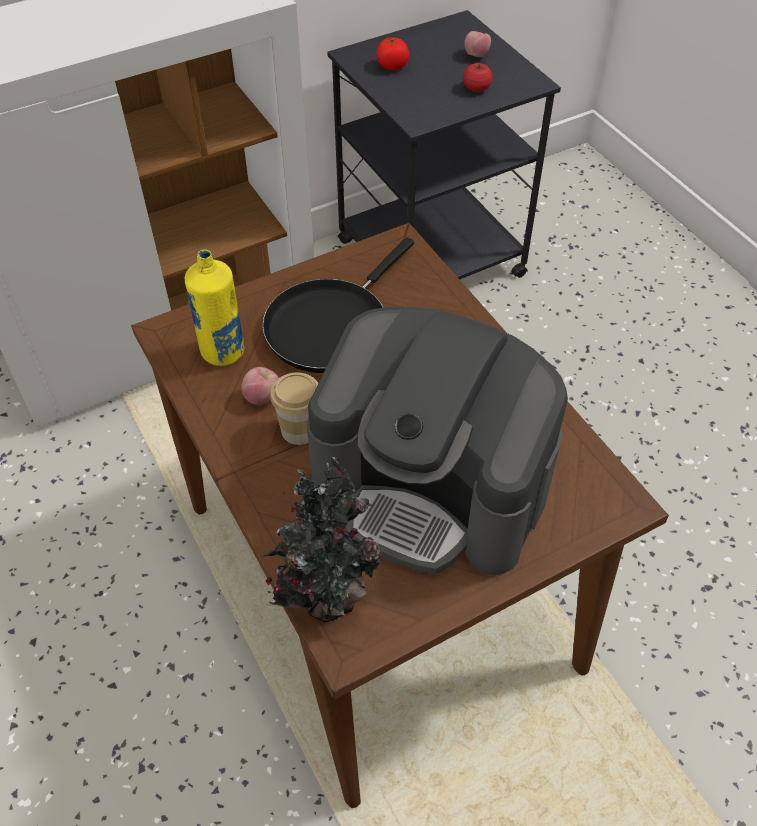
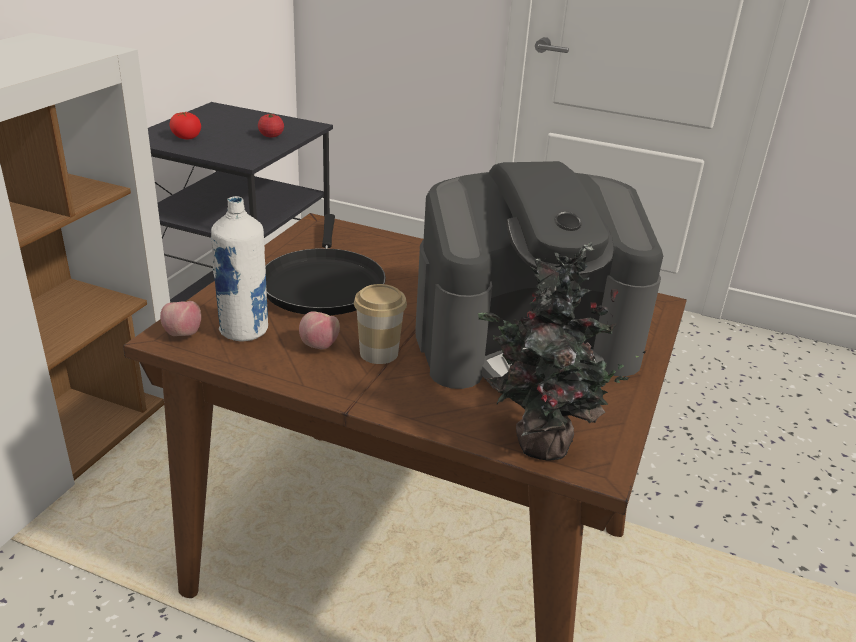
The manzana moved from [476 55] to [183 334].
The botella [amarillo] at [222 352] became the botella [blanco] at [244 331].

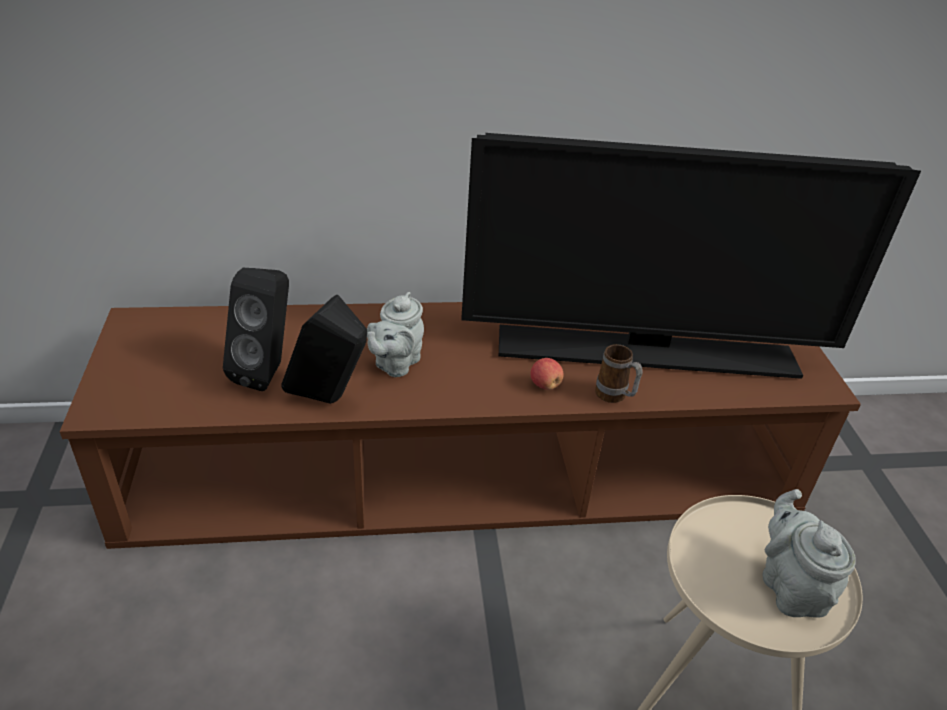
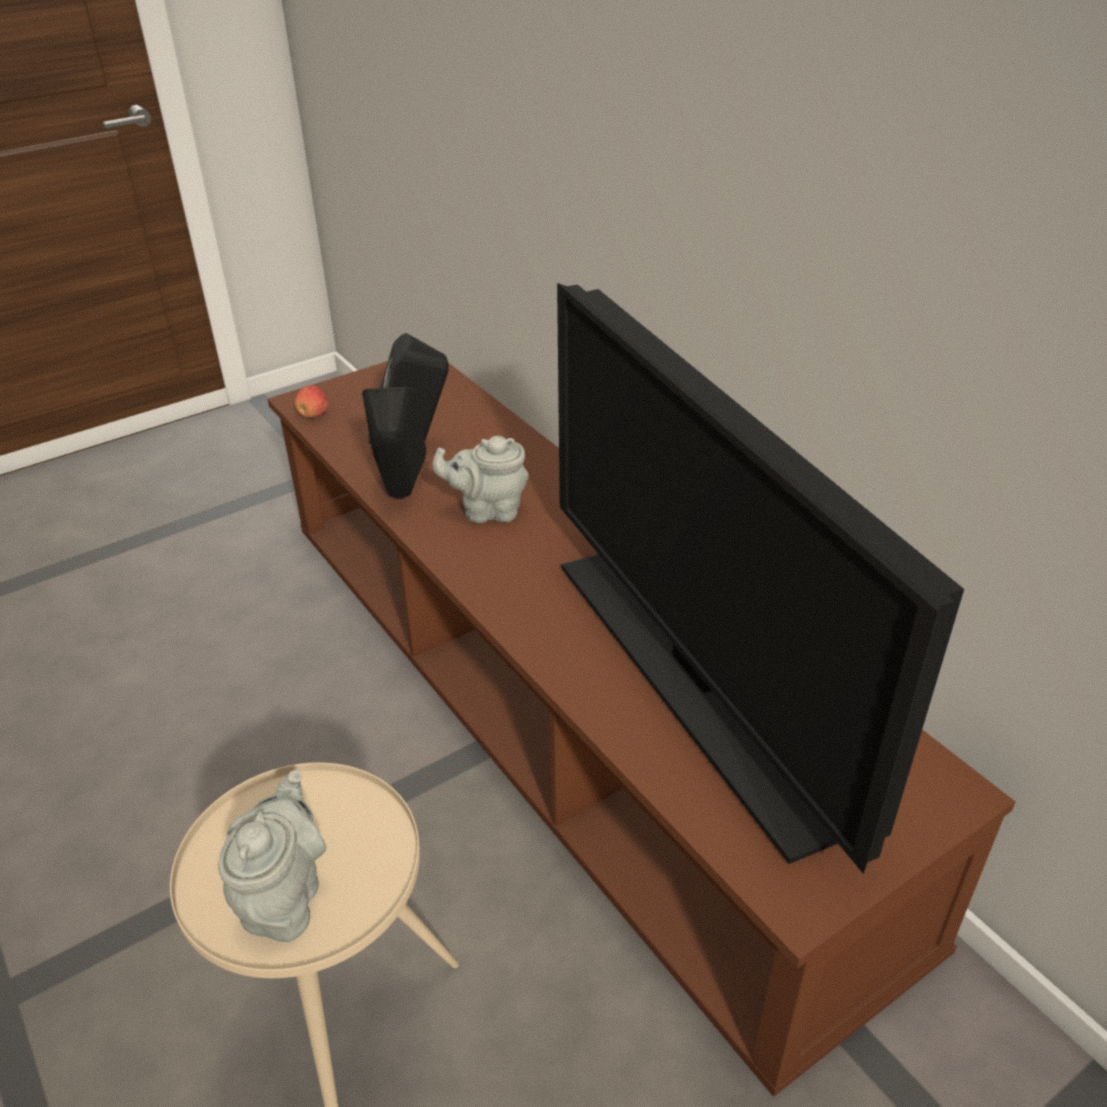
The taza grande at [615 397] disappeared.
The manzana moved from [545 385] to [313 414].
The tetera [gris] at [790 587] turned 45 degrees counterclockwise.

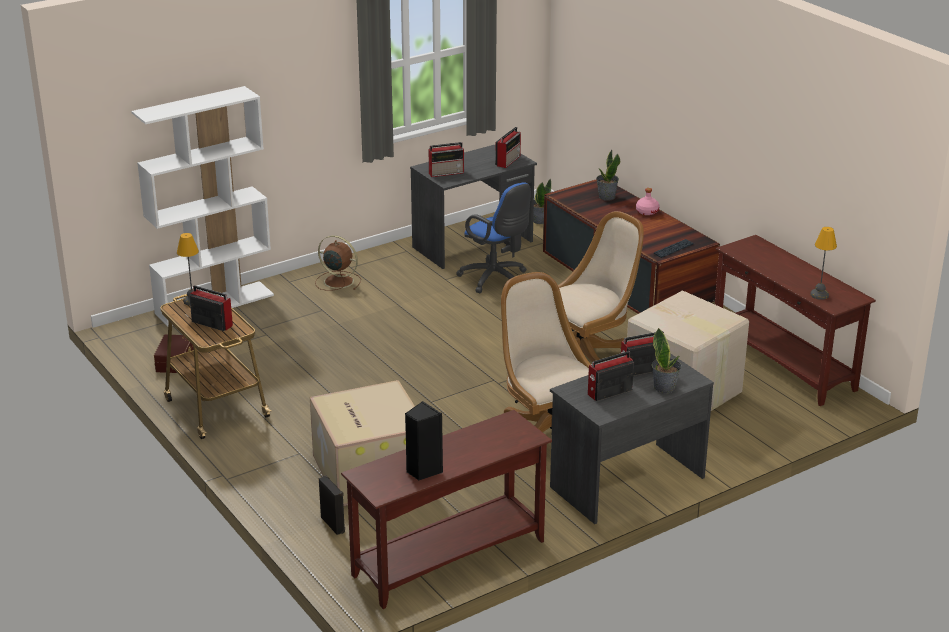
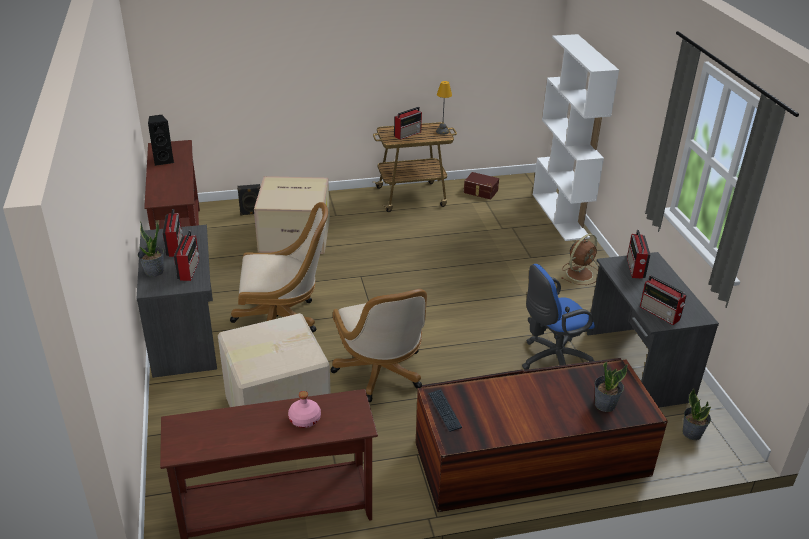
The lámpara de mesa at [819 294] disappeared.
The botella [rosa] moved from [647 211] to [305 419].

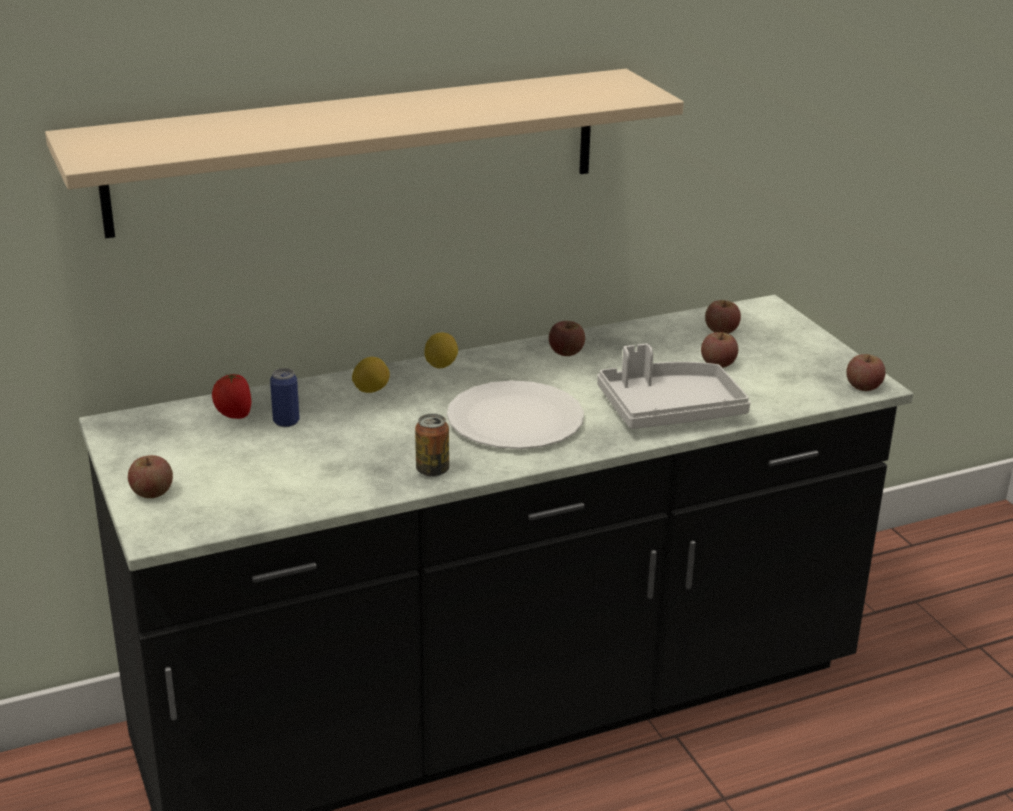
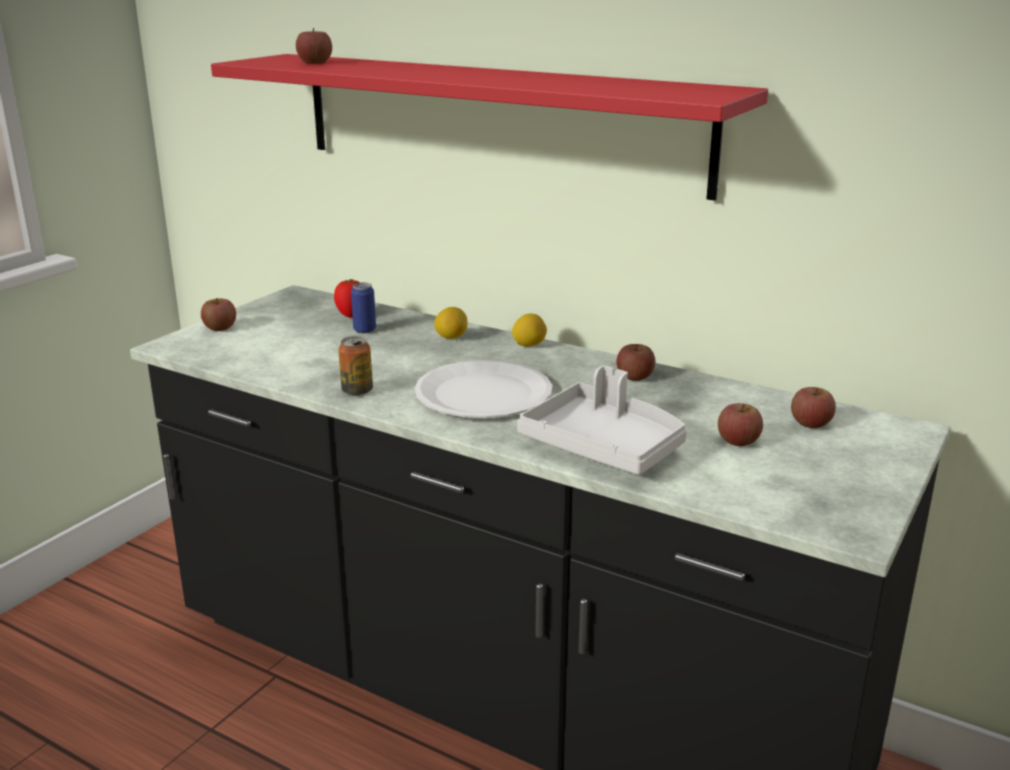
The manzana moved from [863 386] to [315 62].
The estante [beis] at [358 150] became the estante [rojo] at [496 121].

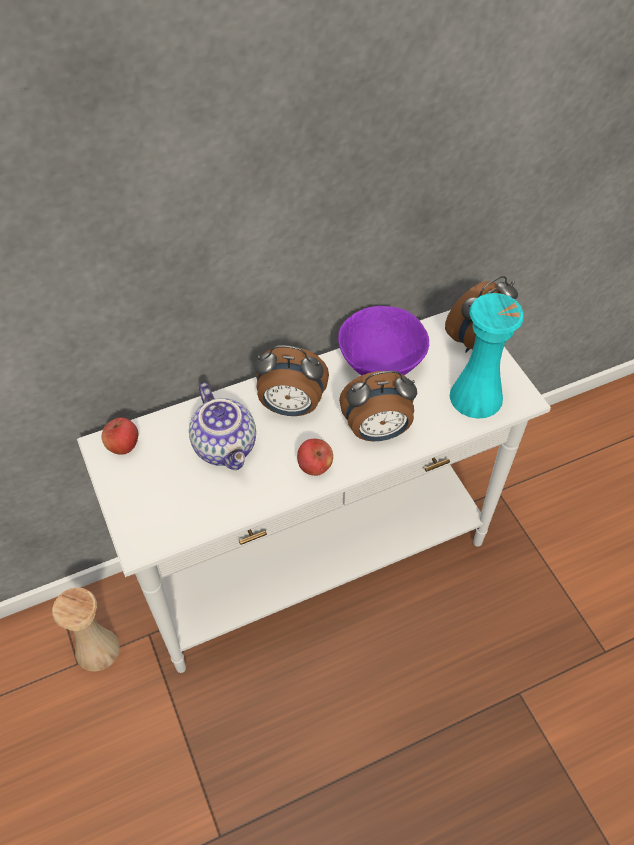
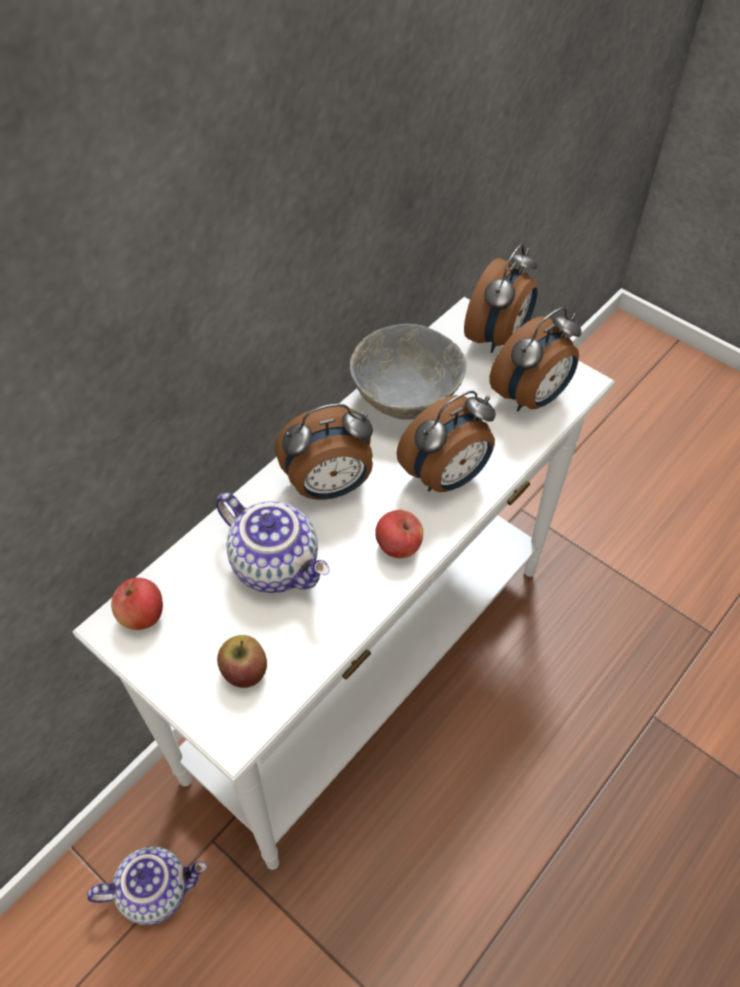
The manzana at [244 671] appeared.
The florero [beis] at [97 649] was replaced by the tetera at [156 889].
The florero [turquesa] at [476 397] was replaced by the despertador at [531 398].
The cuenco [morado] at [381 364] became the cuenco [gris] at [405 398].

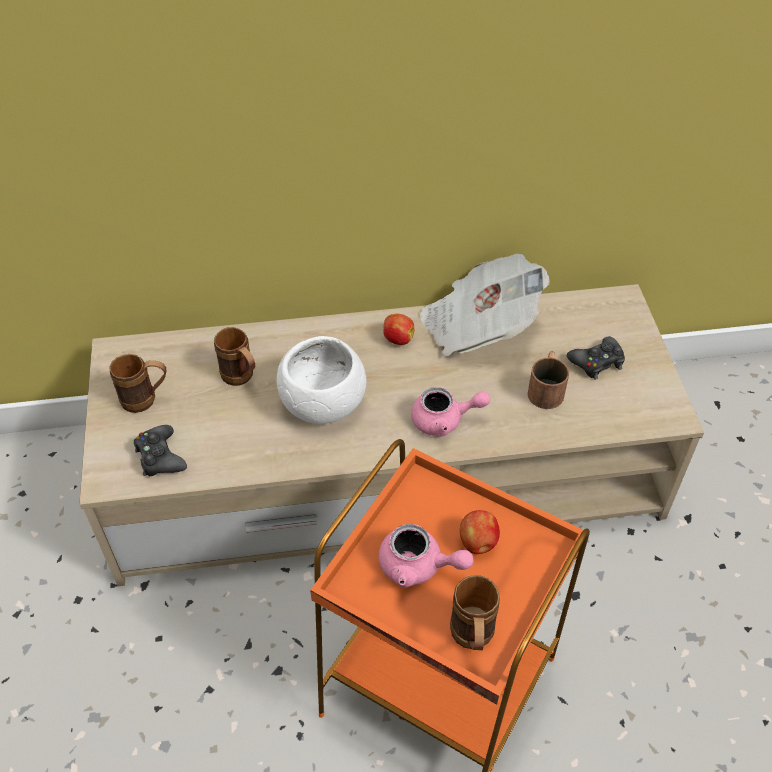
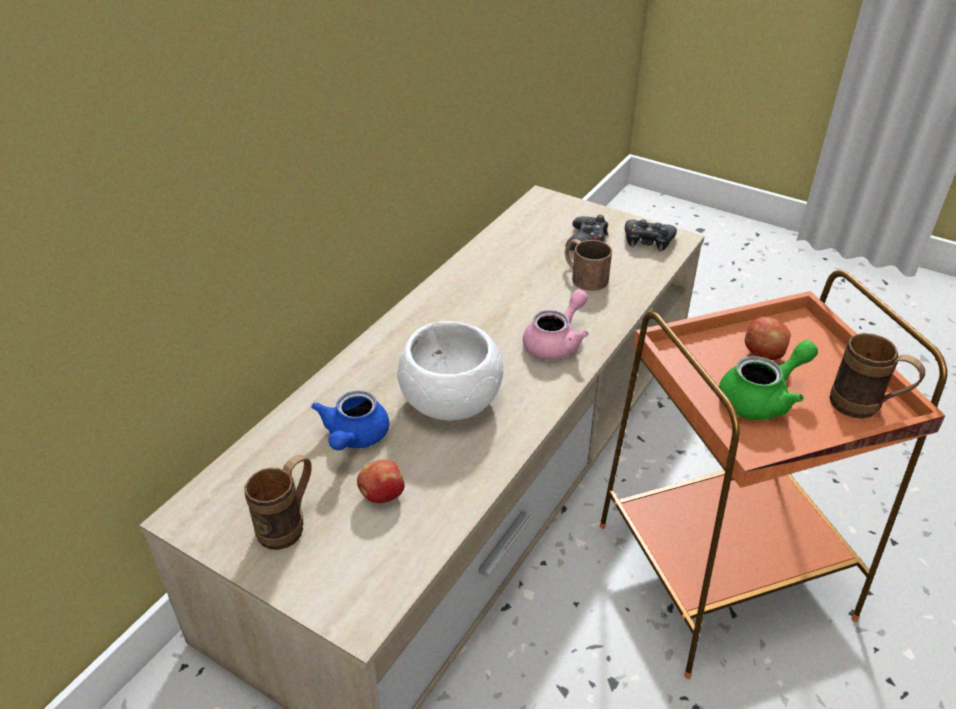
The periódico at [478 326] disappeared.
The mando de consola [negro] moved from [160 457] to [648 241].
The manzana moved from [397 339] to [381 495].
The taza grande [marrón] at [241 379] was replaced by the tetera [azul] at [354 437].
The tetera [rosa] at [418 566] became the tetera [verde] at [762 399].

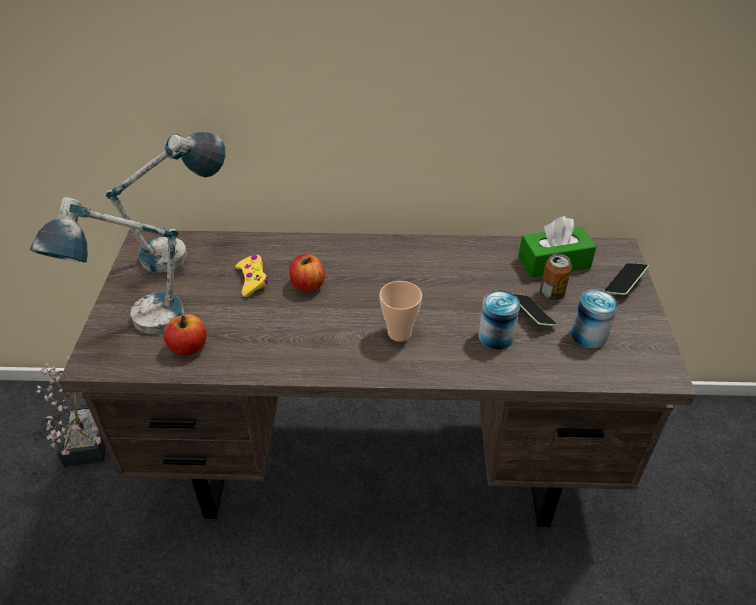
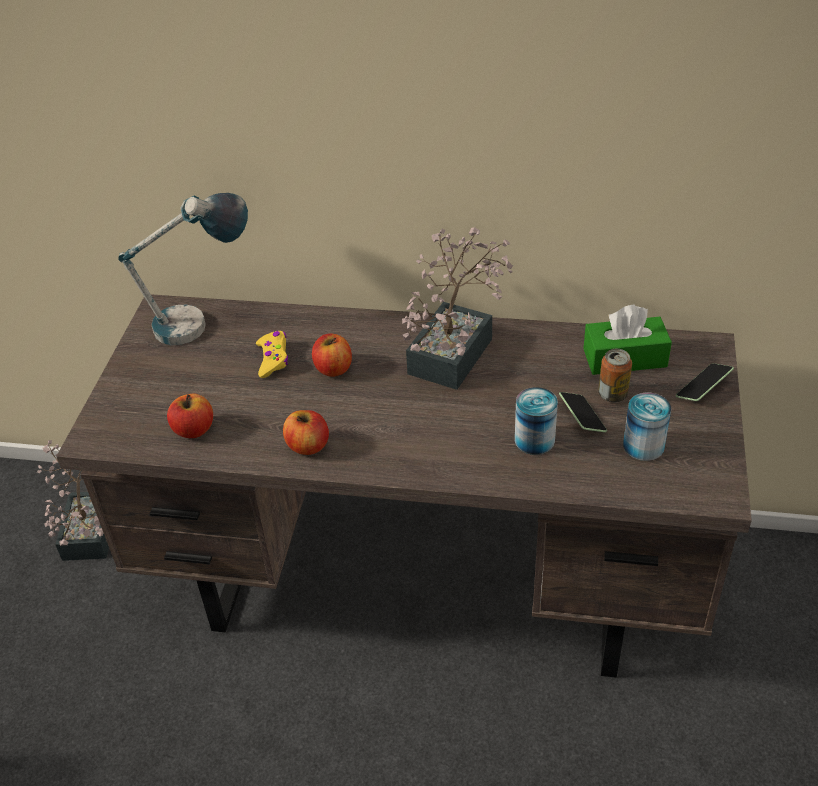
The lámpara de mesa at [137 326] disappeared.
The taza at [399 333] disappeared.
The manzana at [308 446] appeared.
The planta en maceta at [456 349] appeared.

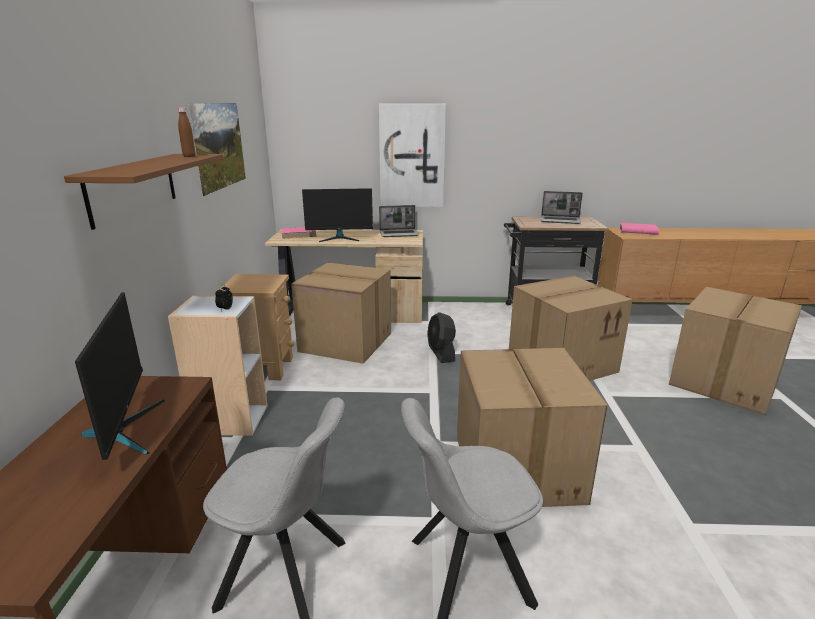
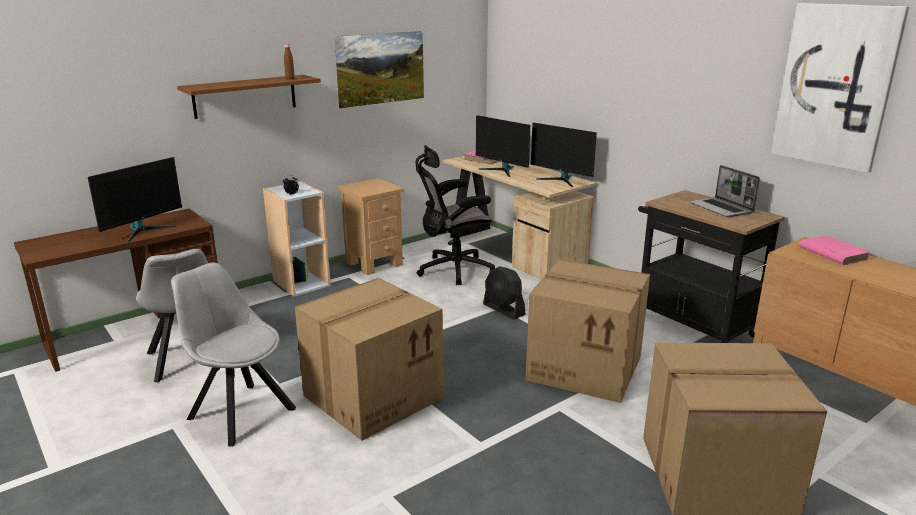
The cuadro moved from [412 156] to [836 86].
The caja de cartón at [344 342] was replaced by the silla de oficina at [455 270].
The portátil at [399 234] was replaced by the monitor at [561 180].
The ventilador [negro] at [441 353] turned 75 degrees counterclockwise.

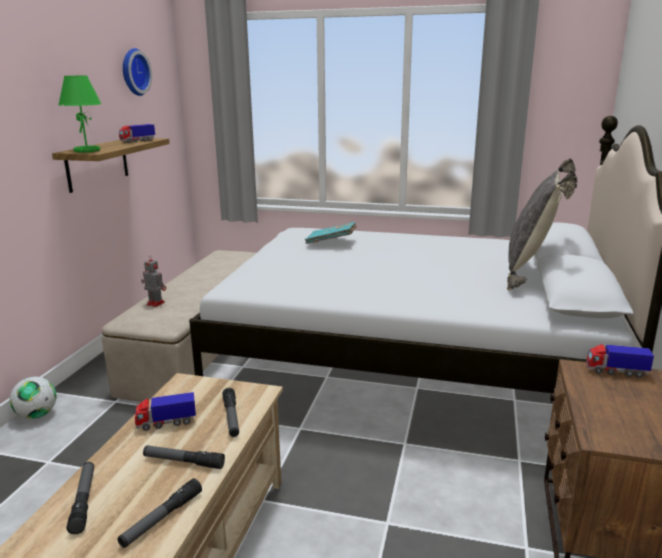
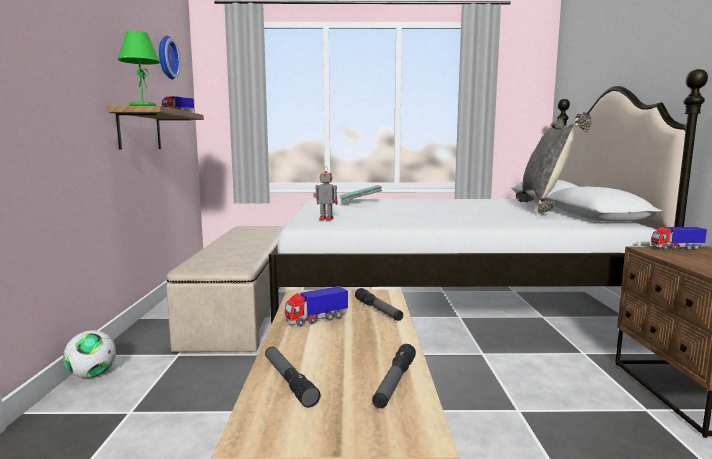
The linterna at [183 462] disappeared.
The robot de juguete moved from [155 303] to [325 219].

